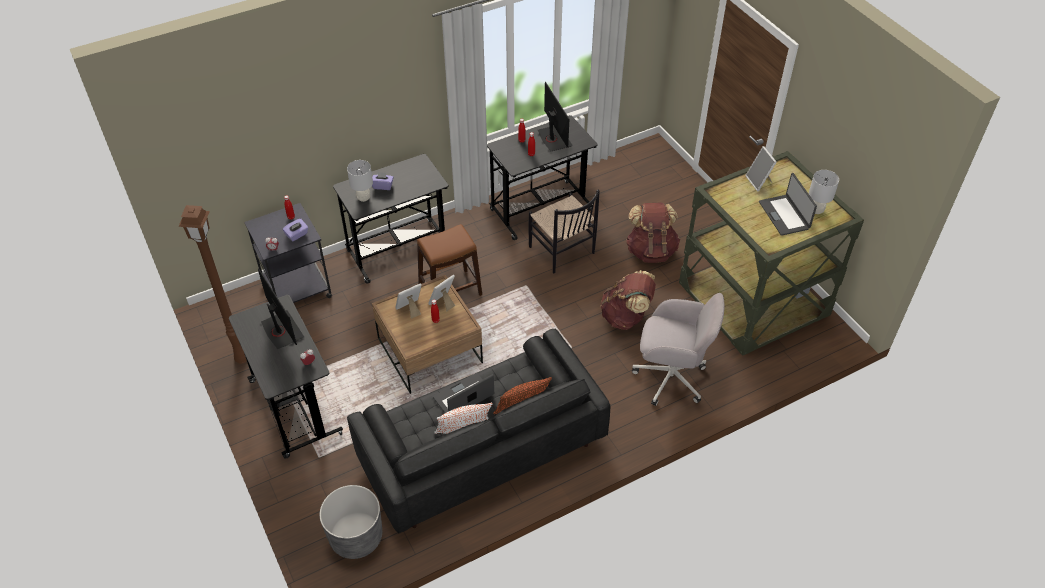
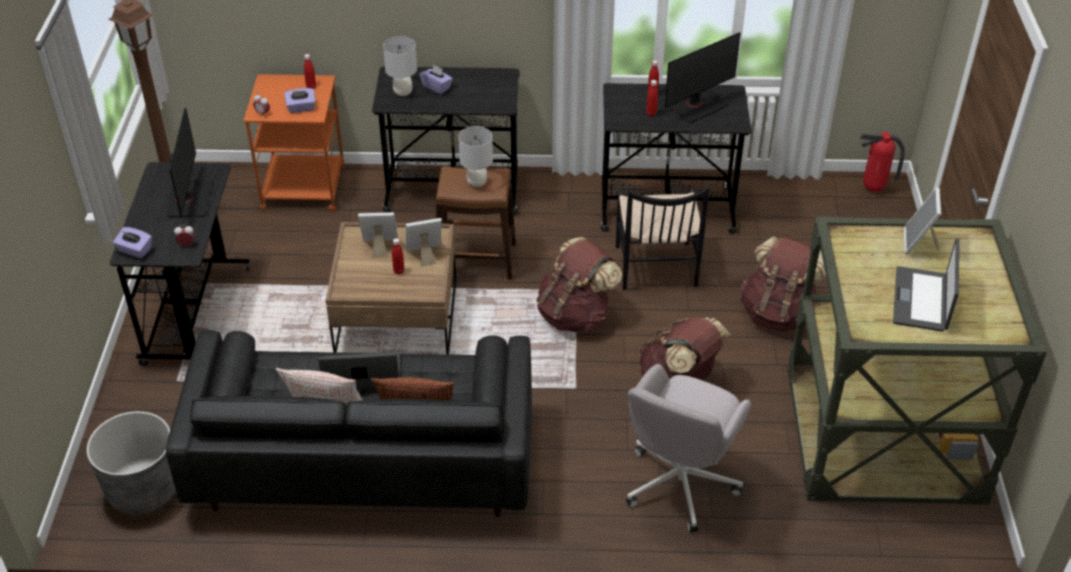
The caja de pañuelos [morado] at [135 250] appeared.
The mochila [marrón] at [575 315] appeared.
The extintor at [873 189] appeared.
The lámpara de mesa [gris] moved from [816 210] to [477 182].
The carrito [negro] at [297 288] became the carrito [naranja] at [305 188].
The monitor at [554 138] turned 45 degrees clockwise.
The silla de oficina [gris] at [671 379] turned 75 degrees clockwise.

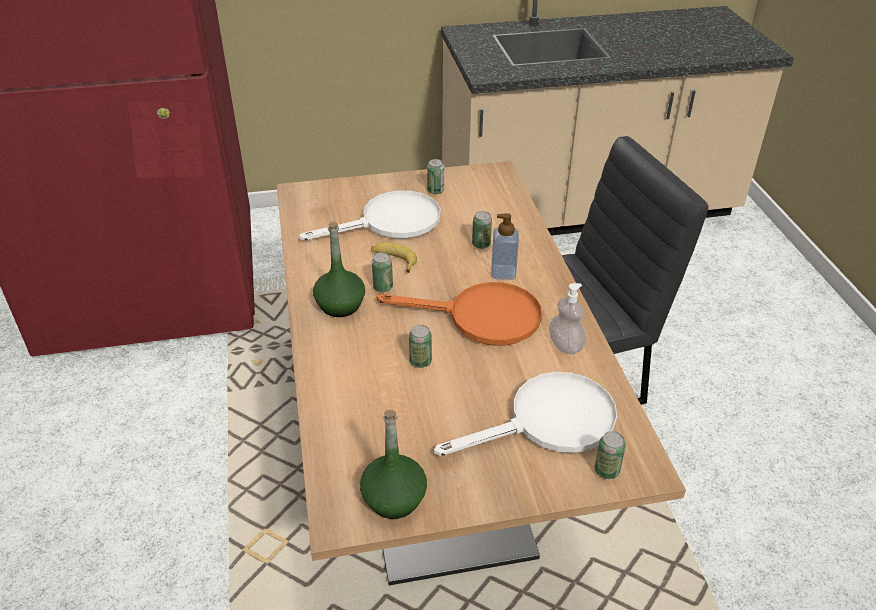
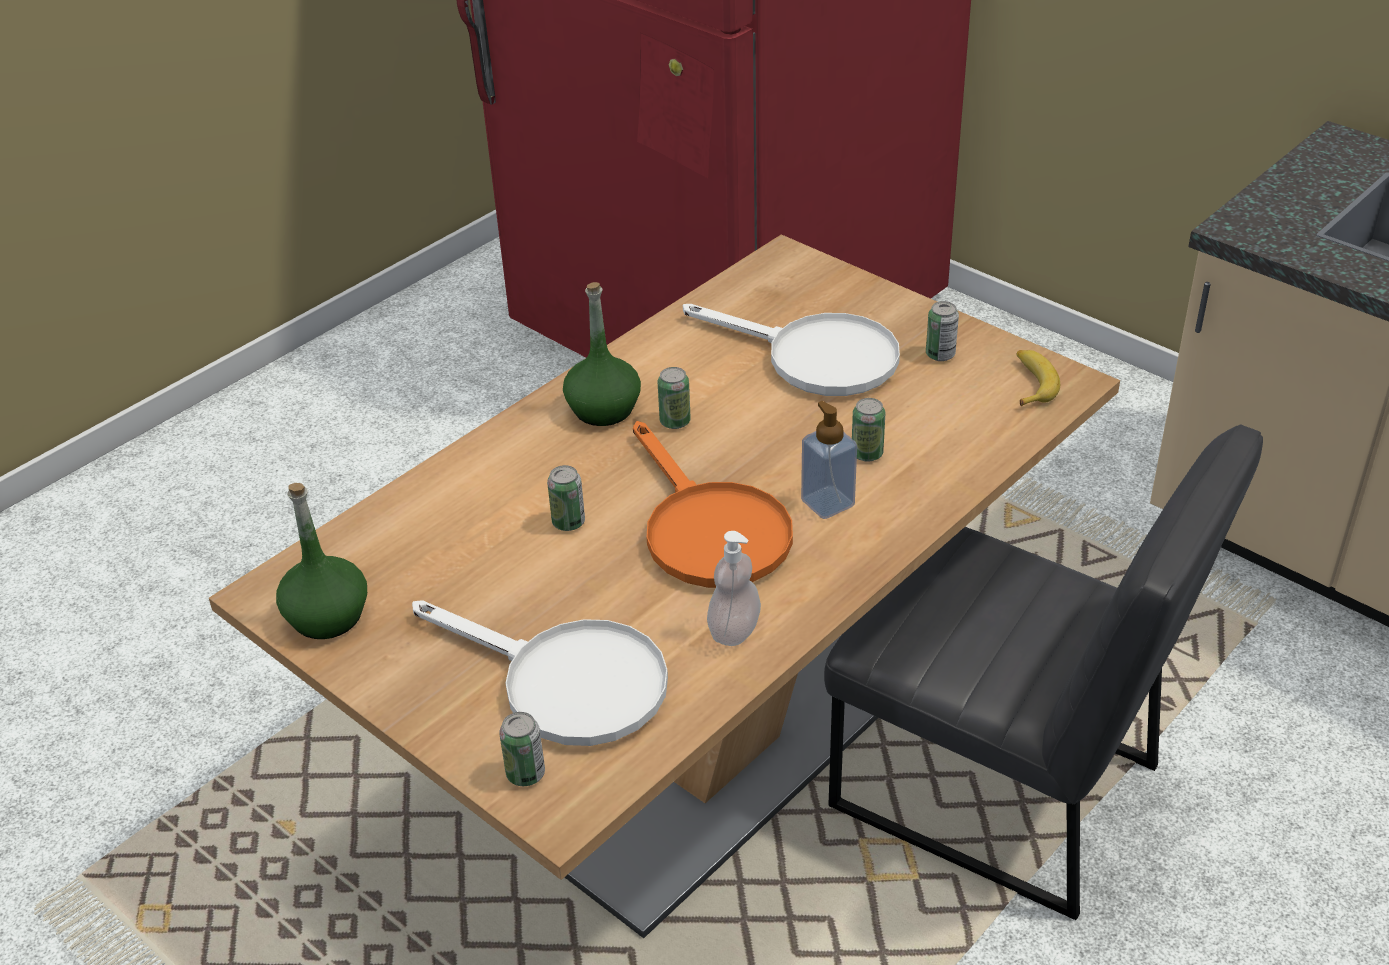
The plátano moved from [394 260] to [1031 384].

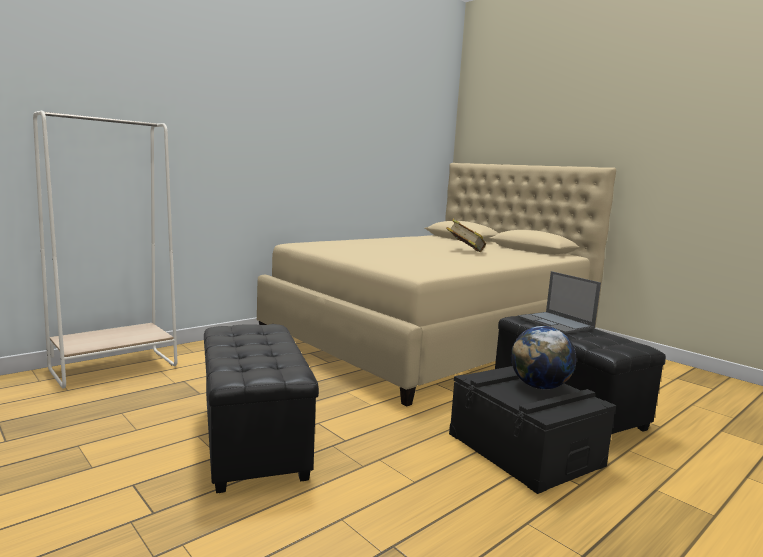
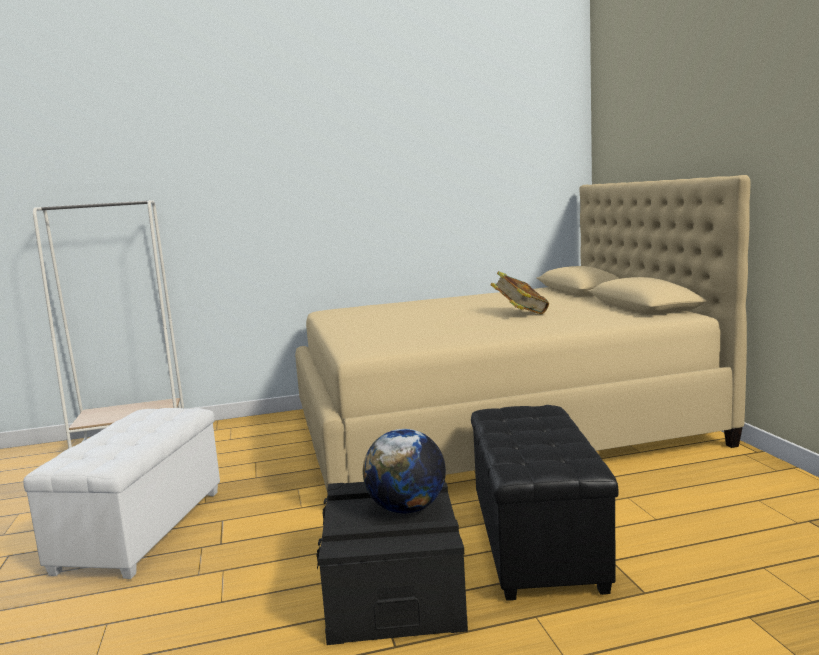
The portátil at [556 323] disappeared.
The puf [negro] at [254 441] became the puf [blanco] at [144 531].

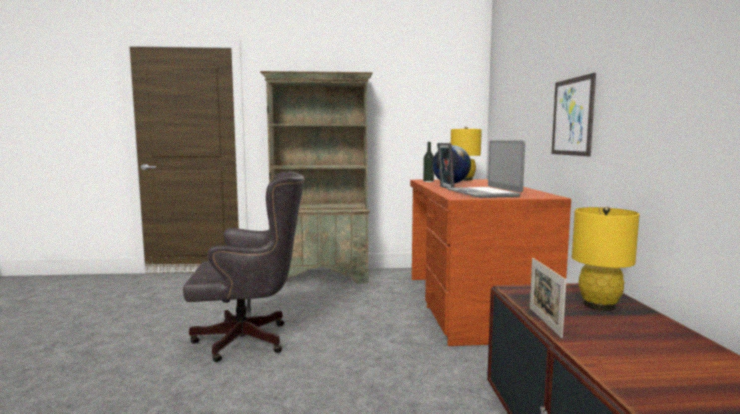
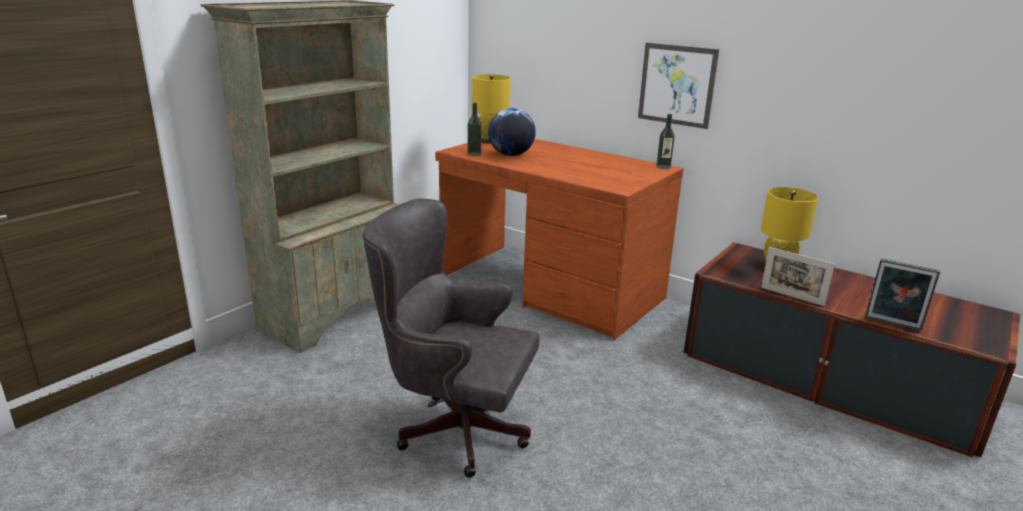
The portátil at [483 193] disappeared.
The botella at [663 167] appeared.
The portarretratos moved from [445 188] to [892 325].
The silla de oficina [gris] at [249 340] turned 105 degrees counterclockwise.

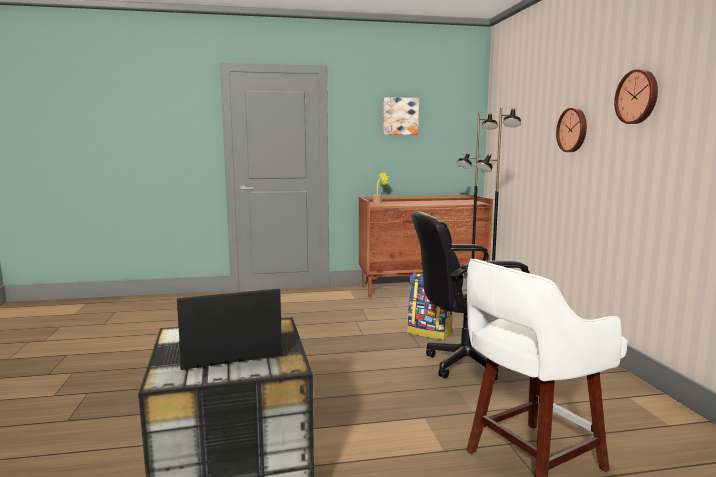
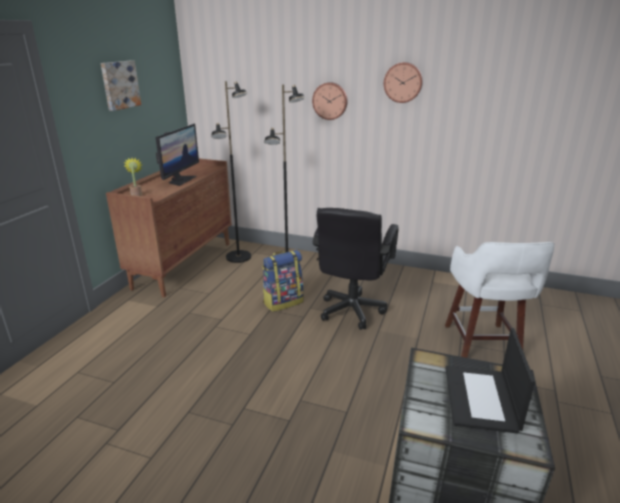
The monitor at [180 180] appeared.

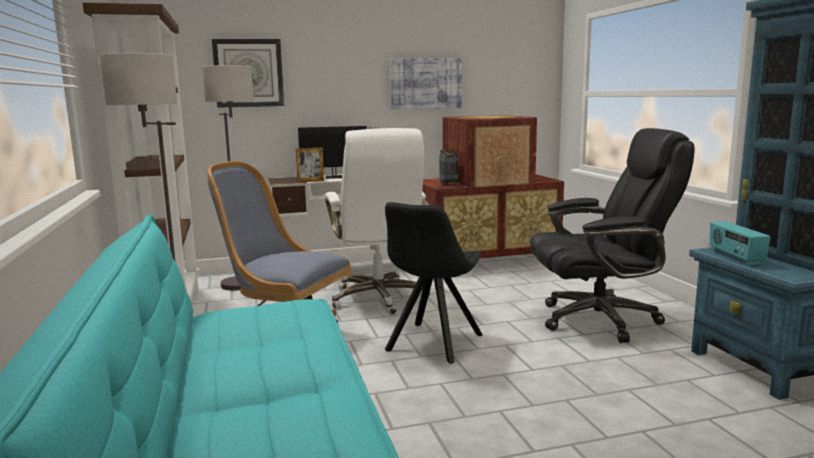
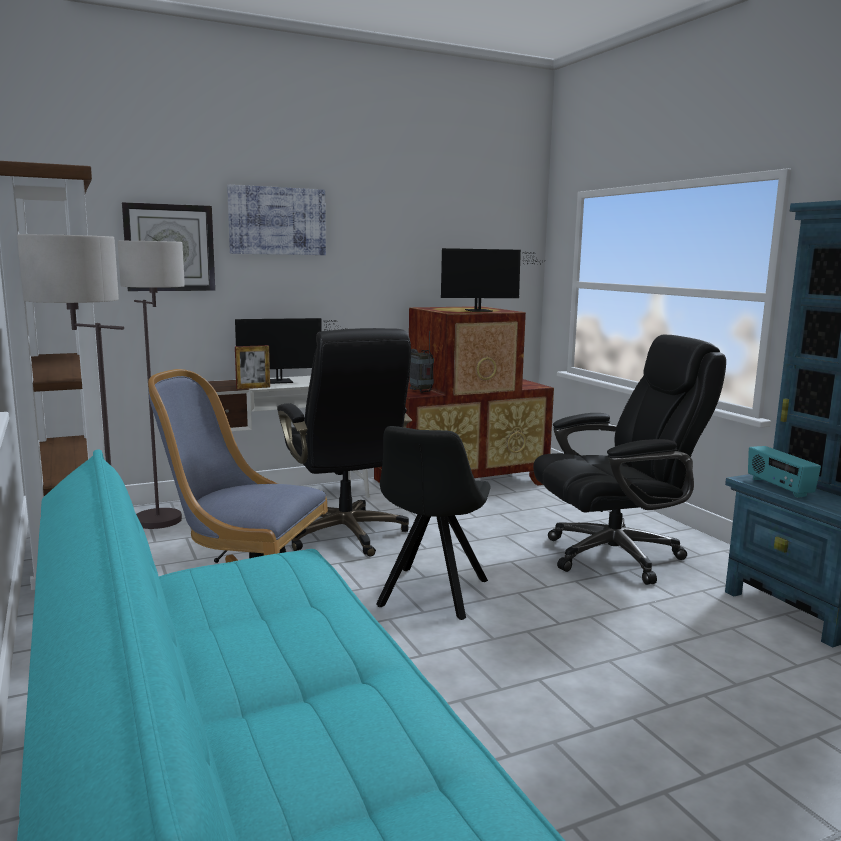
The monitor at [483 310] appeared.
The cuadro moved from [425 83] to [277 221].
The silla de oficina [blanco] at [377 297] became the silla de oficina [negro] at [344 533].

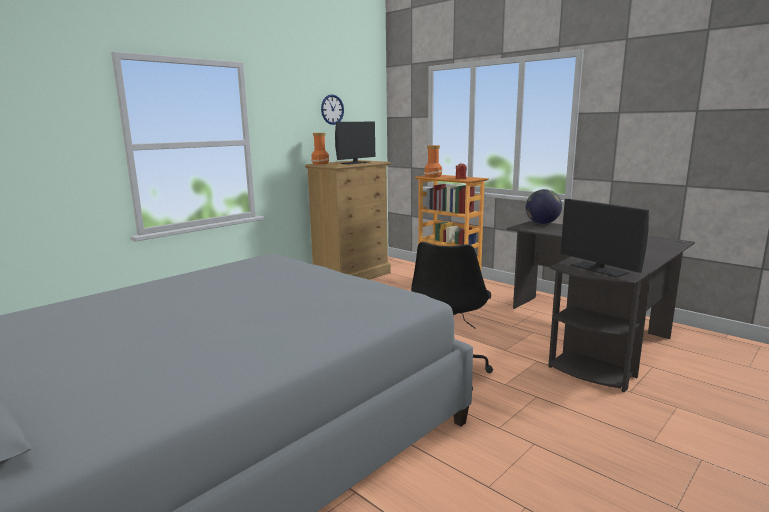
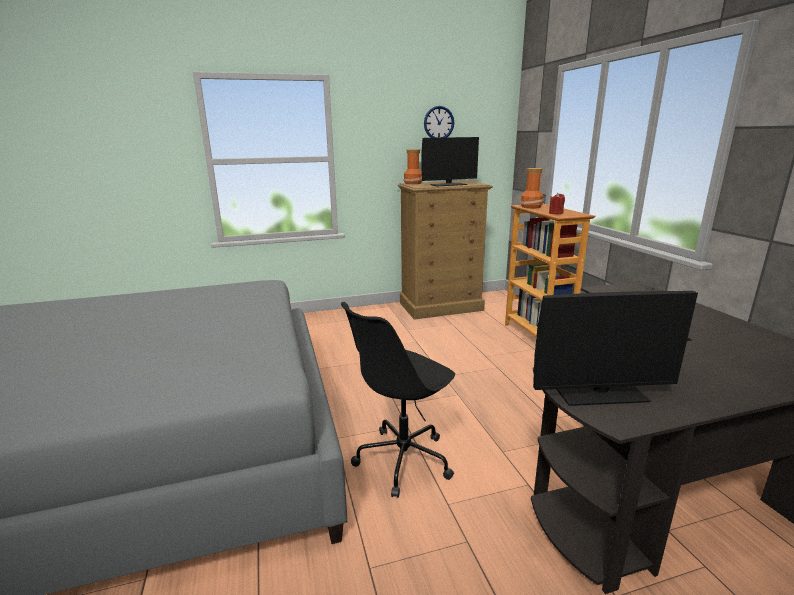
The globo terráqueo at [542 223] disappeared.
The monitor at [599 269] turned 90 degrees counterclockwise.

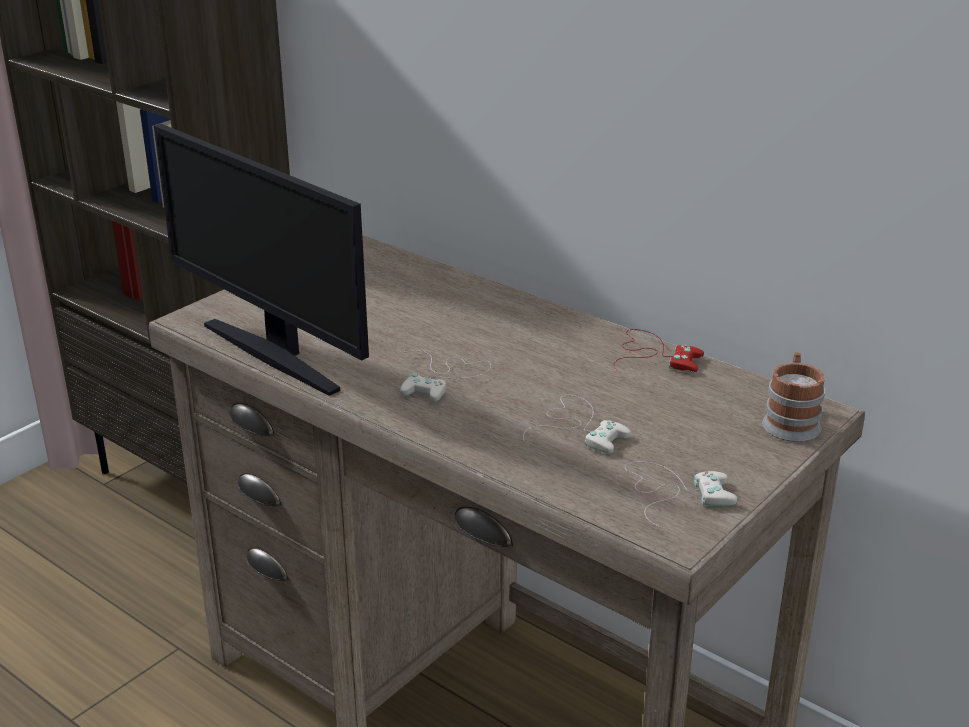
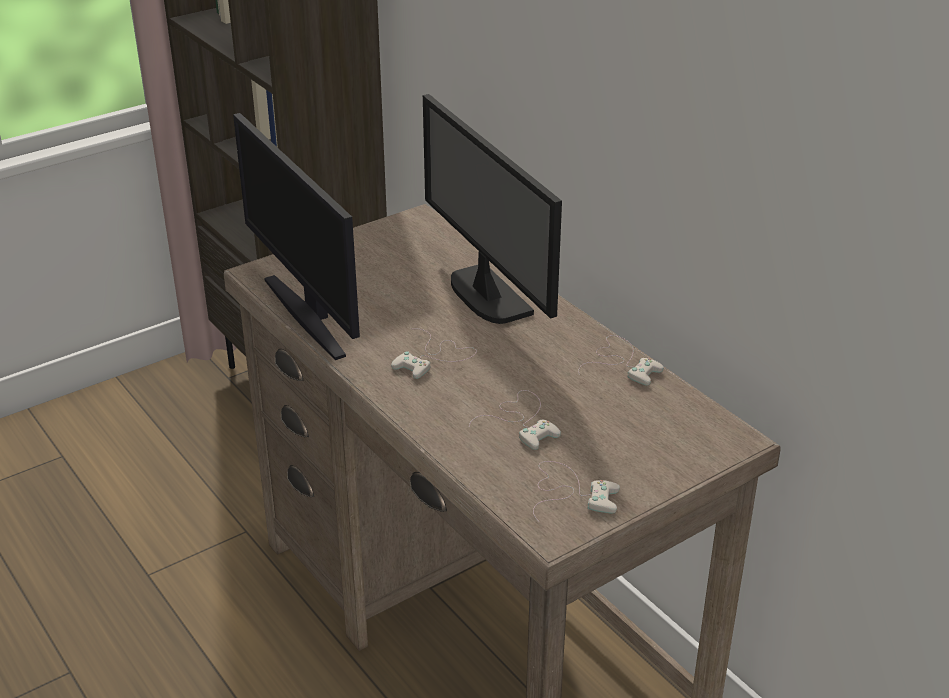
The taza grande at [791 421] disappeared.
The monitor at [486 296] appeared.
The mando de consola [rojo] at [654 355] became the mando de consola [blanco] at [621 363].

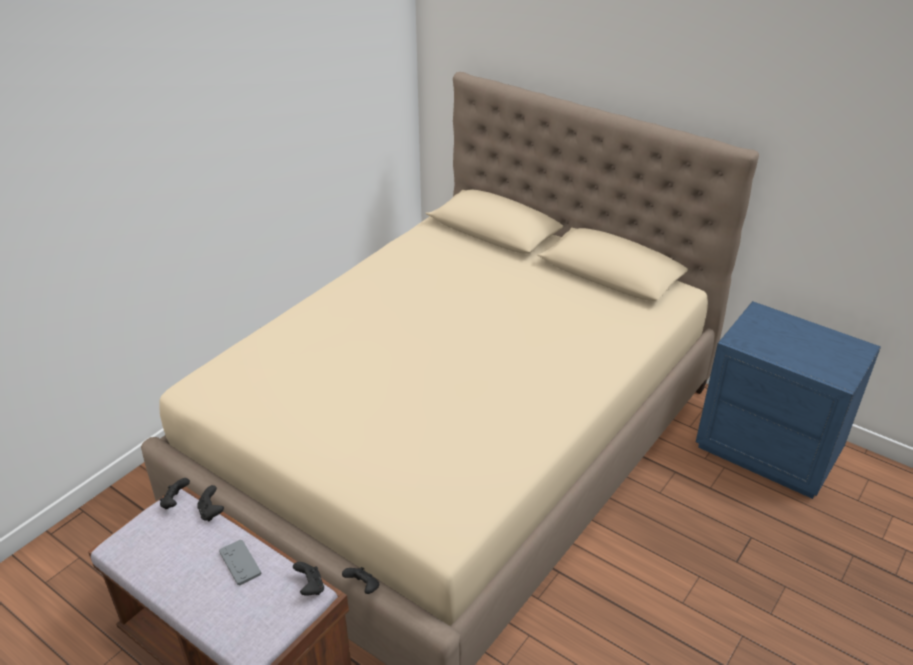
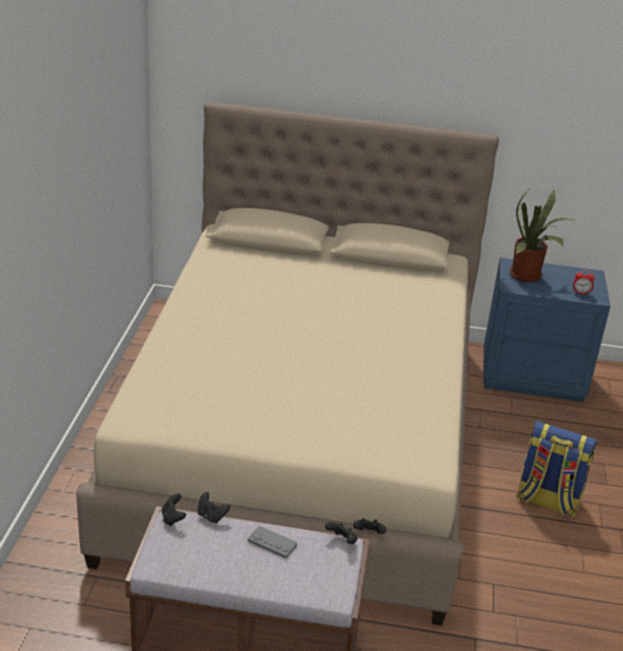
The planta en maceta at [528 276] appeared.
The mochila at [547 501] appeared.
The despertador at [581 293] appeared.

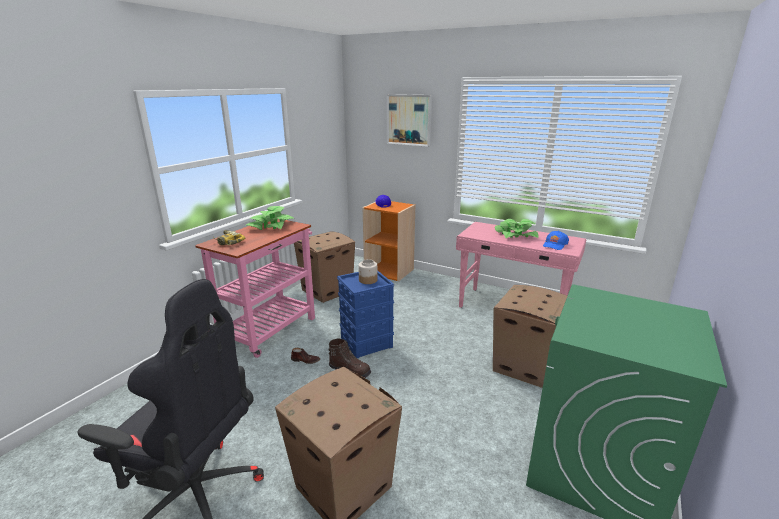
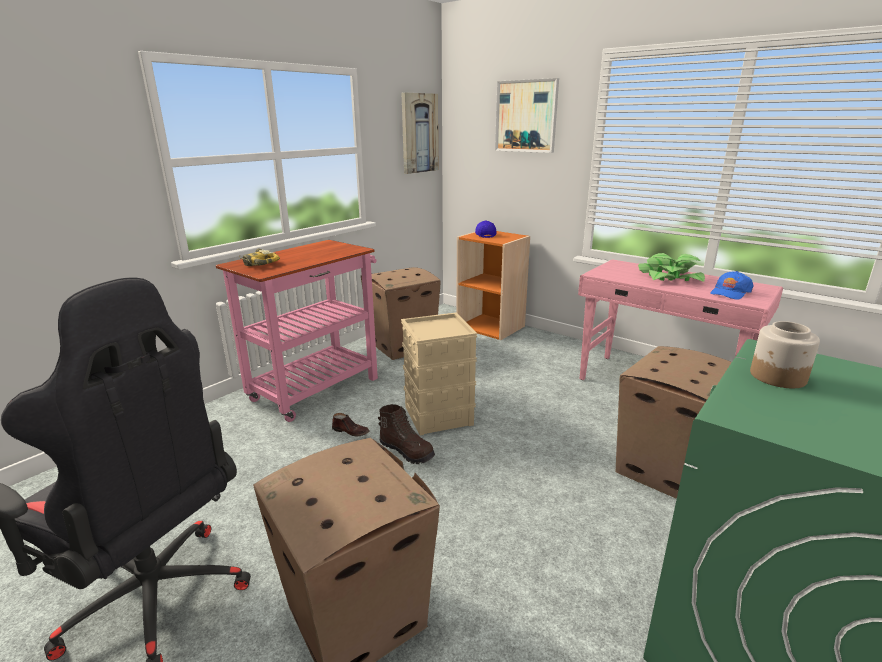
The planta en maceta at [271 226] disappeared.
The cuadro at [419 133] appeared.
The tarro moved from [368 280] to [778 377].
The caja de almacenaje [azul] at [366 342] became the caja de almacenaje [beis] at [439 415].

